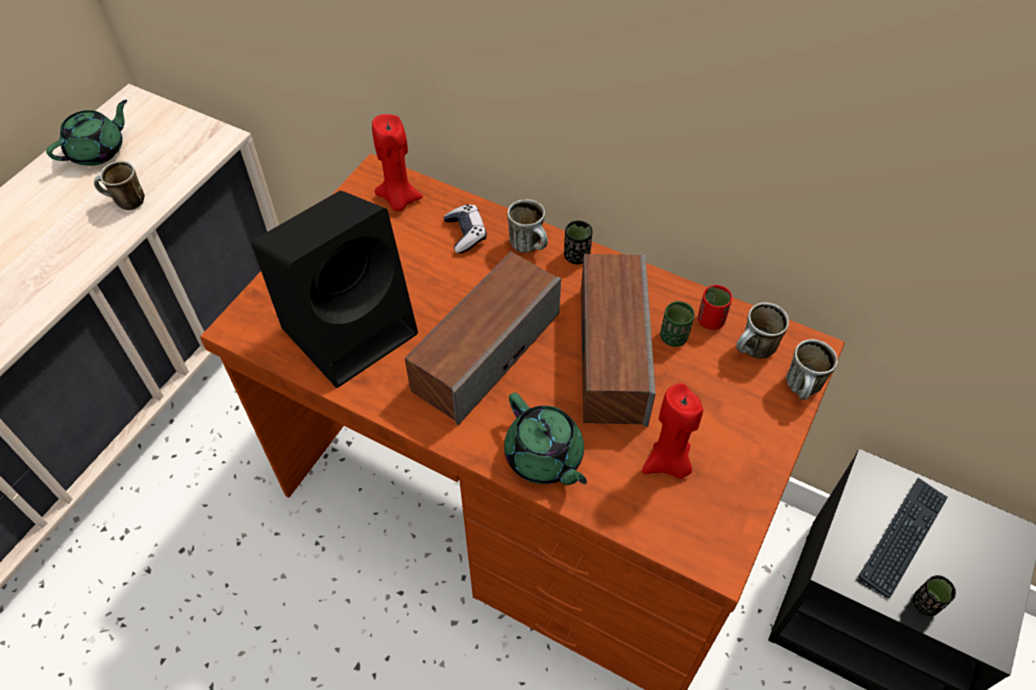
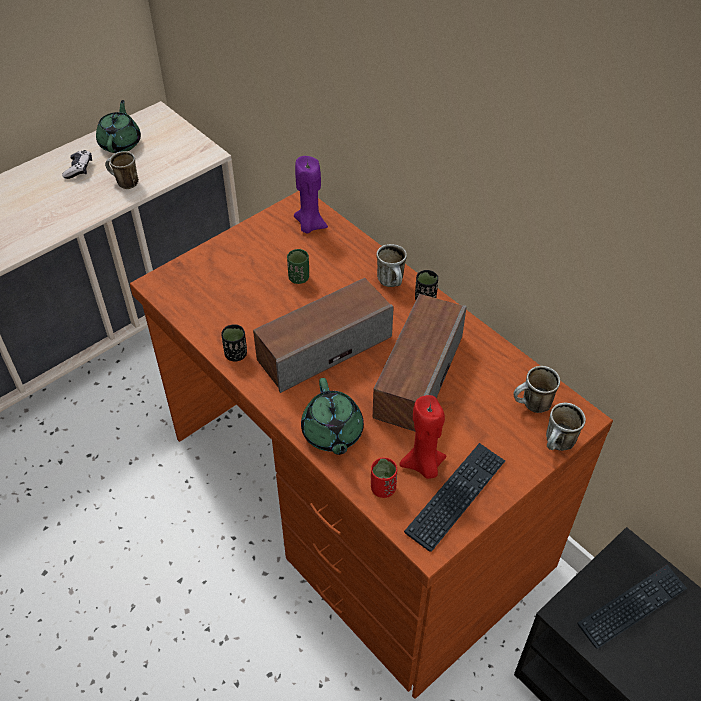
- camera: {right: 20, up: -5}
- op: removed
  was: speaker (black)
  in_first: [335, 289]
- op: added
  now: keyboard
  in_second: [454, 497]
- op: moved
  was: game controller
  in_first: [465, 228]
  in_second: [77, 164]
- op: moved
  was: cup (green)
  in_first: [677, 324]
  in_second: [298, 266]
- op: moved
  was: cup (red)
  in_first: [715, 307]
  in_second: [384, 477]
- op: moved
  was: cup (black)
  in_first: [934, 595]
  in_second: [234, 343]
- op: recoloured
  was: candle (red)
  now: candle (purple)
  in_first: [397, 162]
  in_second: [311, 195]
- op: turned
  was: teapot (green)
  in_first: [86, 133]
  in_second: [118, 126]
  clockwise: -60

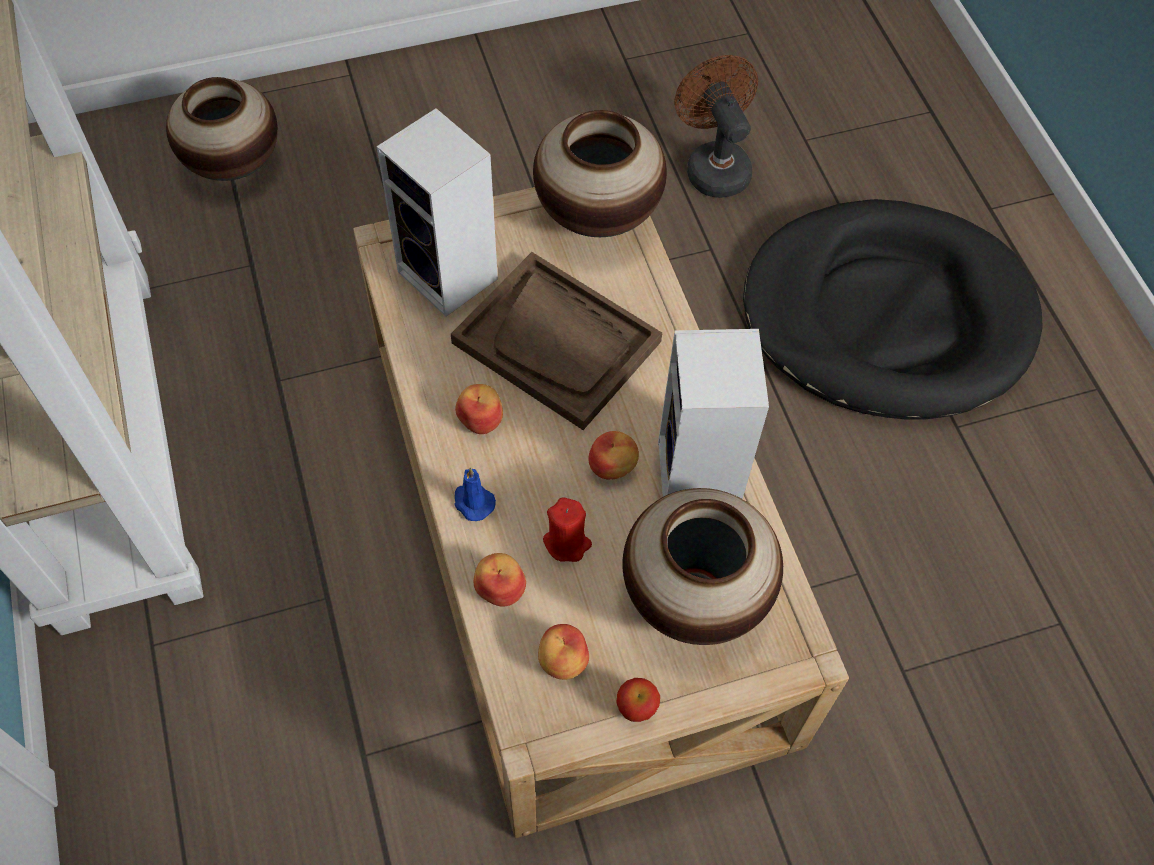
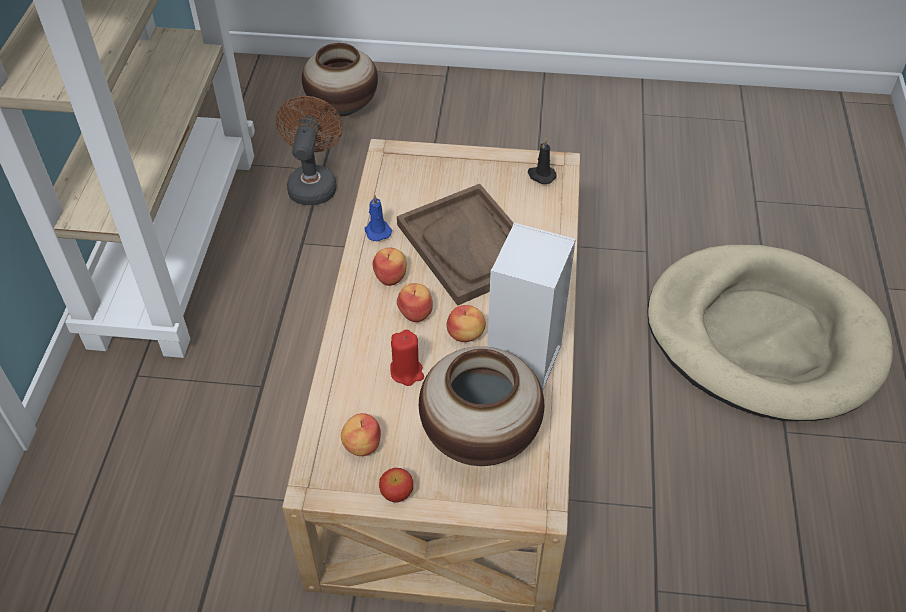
- camera: {right: 25, up: -10}
- op: removed
  was: speaker
  in_first: [437, 212]
- op: moved
  was: candle (blue)
  in_first: [475, 494]
  in_second: [378, 217]
- op: moved
  was: apple
  in_first: [500, 580]
  in_second: [415, 302]
- op: moved
  was: fan (brown)
  in_first: [716, 126]
  in_second: [309, 150]
- op: replaced
  was: vase
  now: candle (black)
  in_first: [600, 173]
  in_second: [542, 161]
- op: recoloured
  was: dog bed (black)
  now: dog bed (beige)
  in_first: [893, 309]
  in_second: [770, 333]

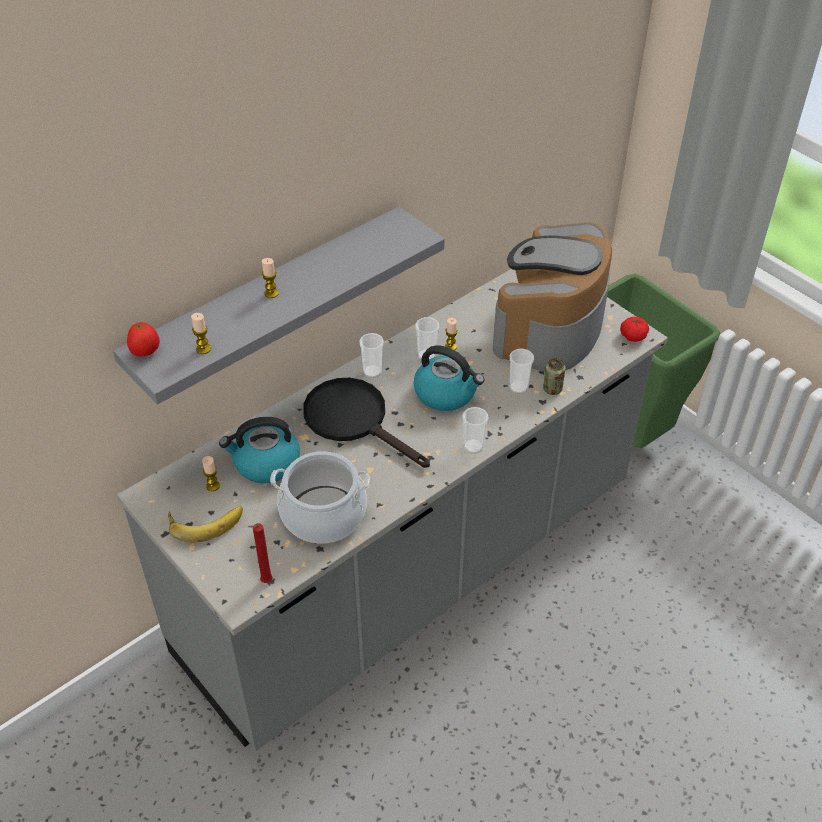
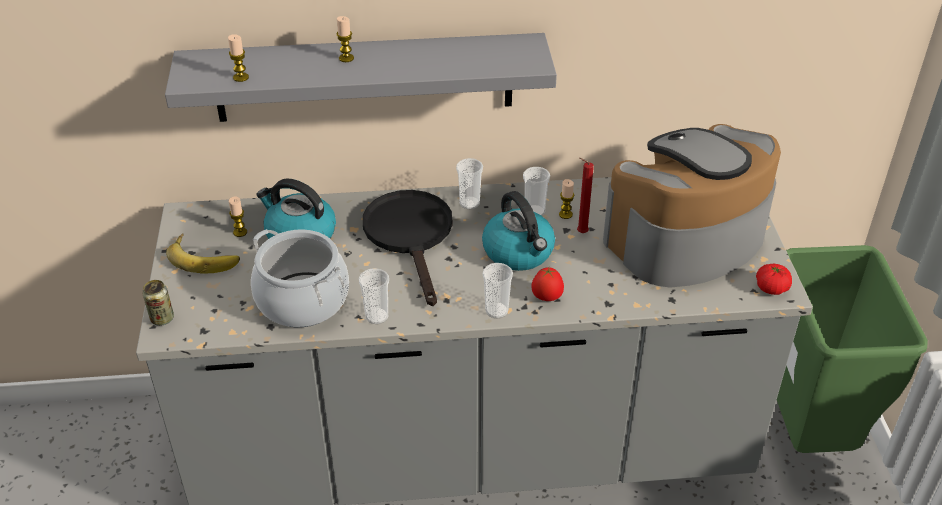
- camera: {right: 35, up: -5}
- op: moved
  was: tomato
  in_first: [143, 339]
  in_second: [547, 284]
- op: moved
  was: candle (red)
  in_first: [260, 553]
  in_second: [585, 195]
- op: moved
  was: cup
  in_first: [522, 371]
  in_second: [374, 296]
- op: moved
  was: can
  in_first: [554, 376]
  in_second: [158, 303]

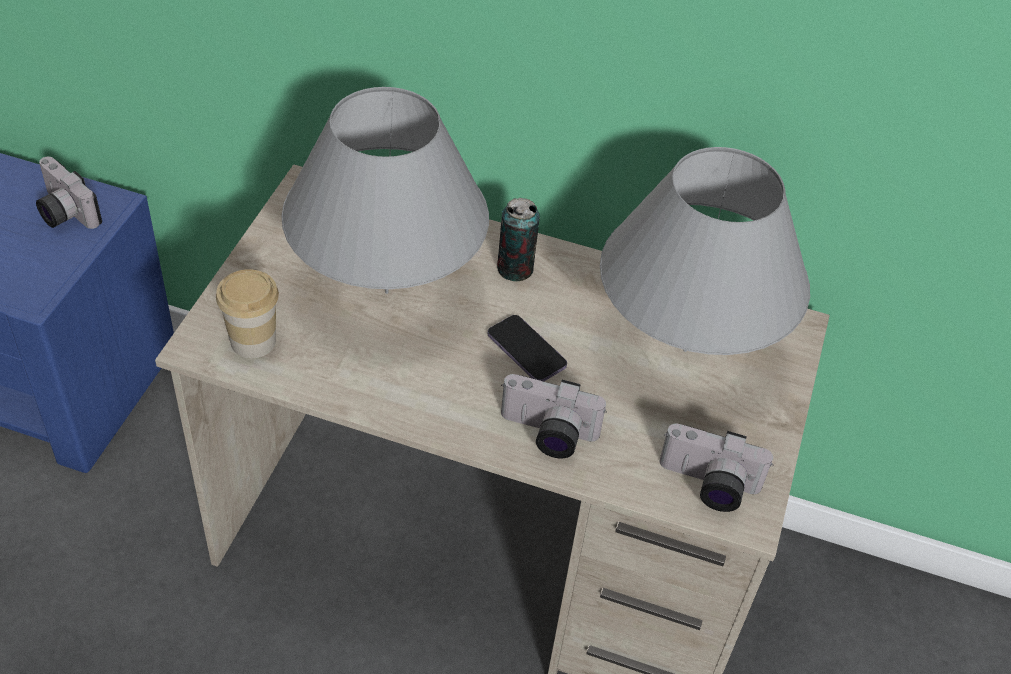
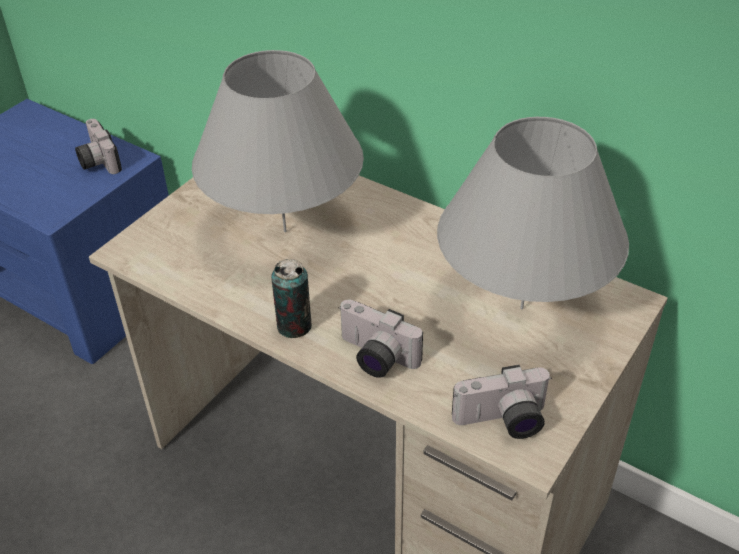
- camera: {right: 20, up: -5}
- op: removed
  was: cup
  in_first: [247, 313]
- op: removed
  was: phone
  in_first: [527, 348]
- op: moved
  was: can
  in_first: [518, 240]
  in_second: [291, 298]
- op: turned
  was: photo camera
  in_first: [717, 467]
  in_second: [502, 402]
  clockwise: -45

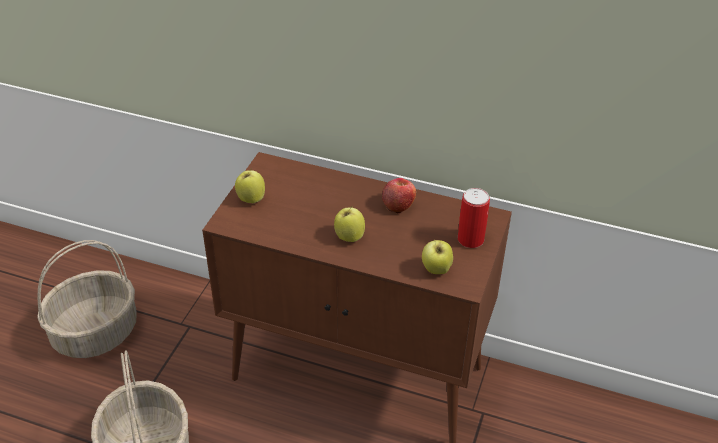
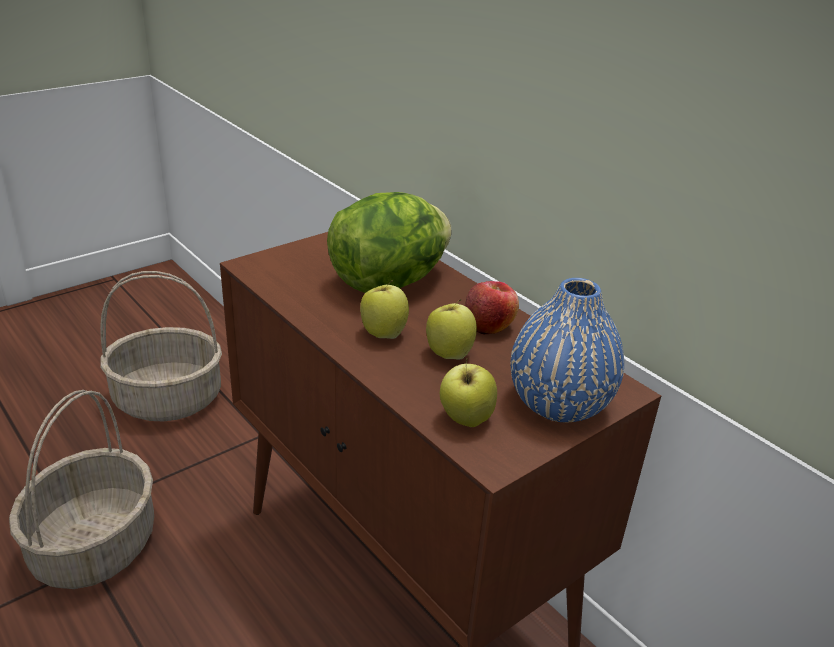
- camera: {right: 30, up: -10}
- op: added
  now: lettuce
  in_second: [389, 242]
- op: moved
  was: apple
  in_first: [250, 185]
  in_second: [451, 329]
- op: replaced
  was: can
  now: vase (blue)
  in_first: [474, 218]
  in_second: [567, 350]

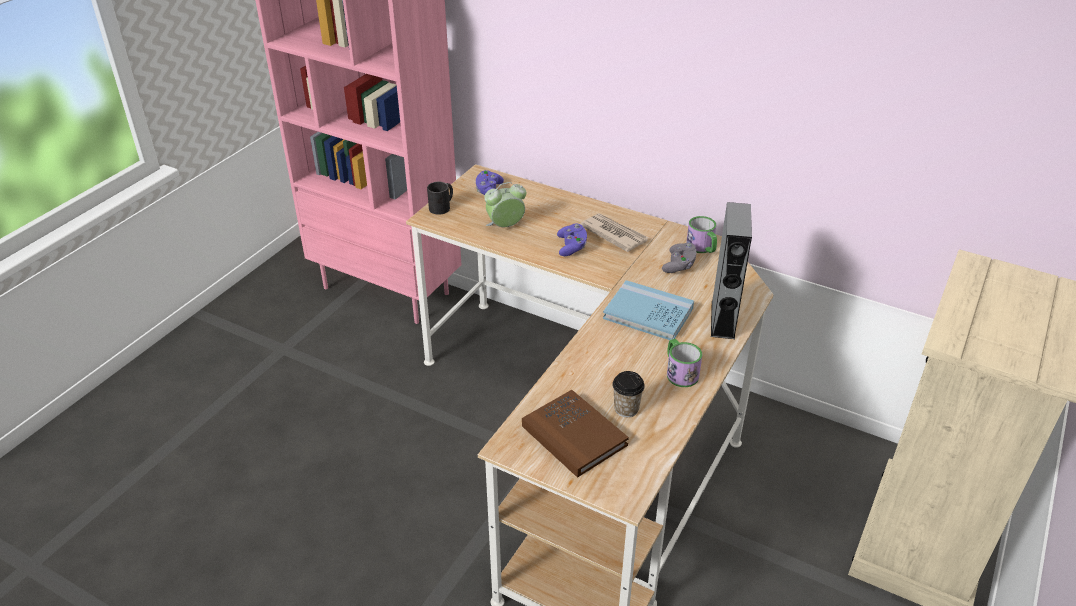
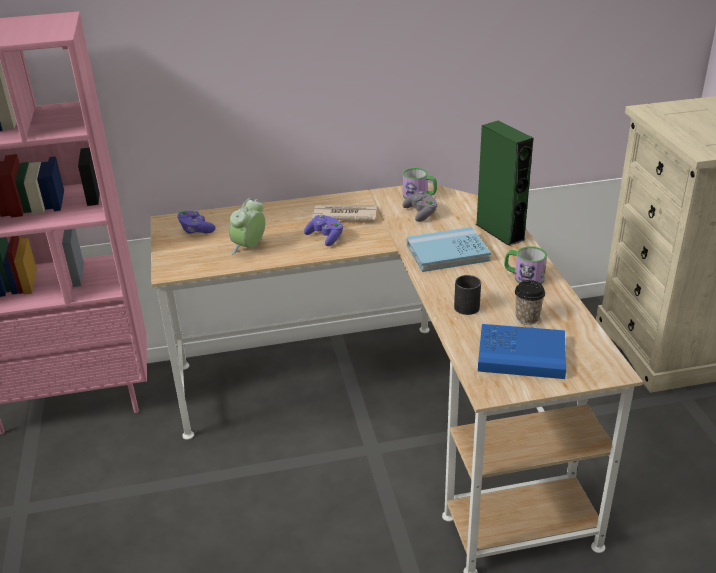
- camera: {right: -40, up: -5}
- op: moved
  was: mug (black)
  in_first: [440, 198]
  in_second: [467, 295]
- op: recoloured
  was: book (brown)
  now: book (blue)
  in_first: [575, 434]
  in_second: [522, 351]
- op: recoloured
  was: speaker (grey)
  now: speaker (green)
  in_first: [731, 270]
  in_second: [504, 183]

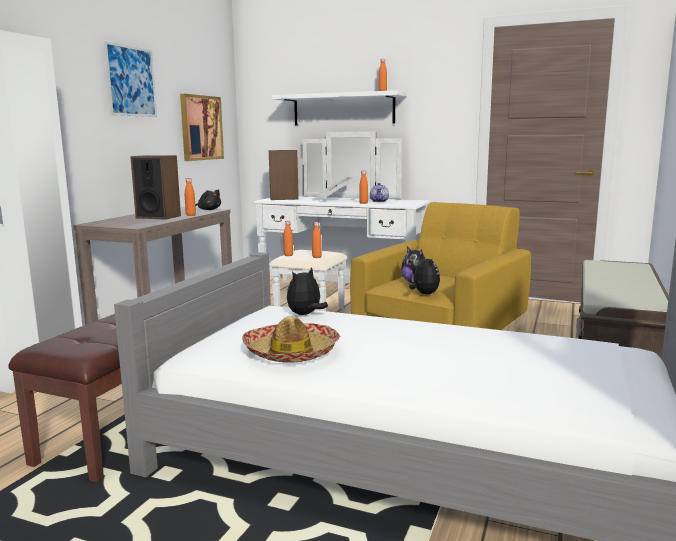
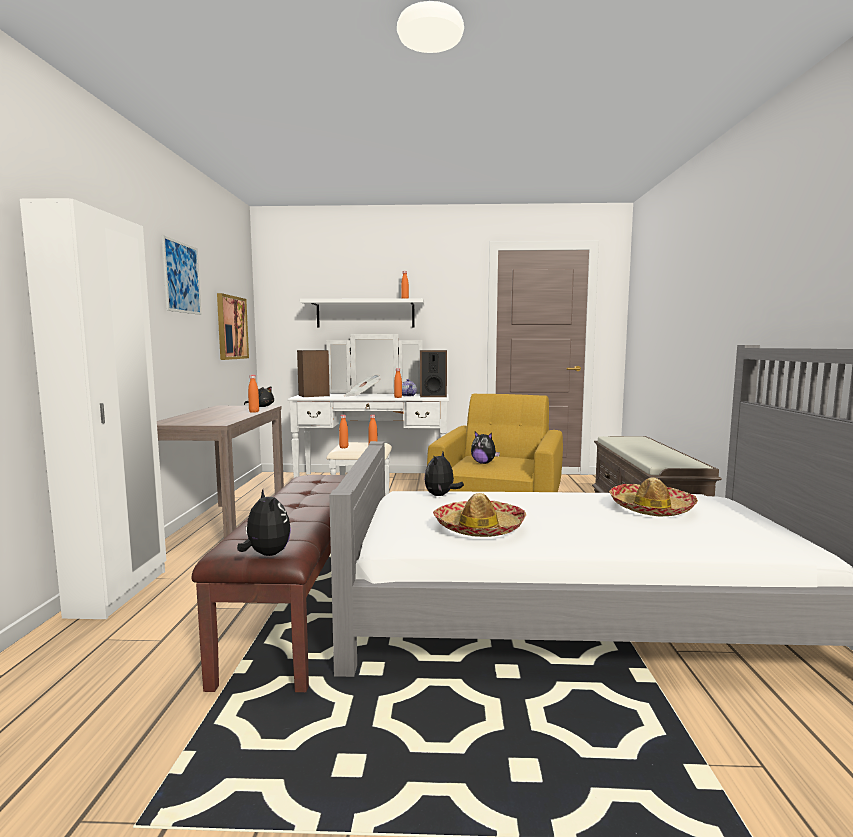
- camera: {right: -20, up: -5}
- op: added
  now: hat
  in_second: [653, 496]
- op: moved
  was: speaker
  in_first: [155, 187]
  in_second: [433, 373]
- op: moved
  was: plush toy
  in_first: [425, 274]
  in_second: [264, 523]

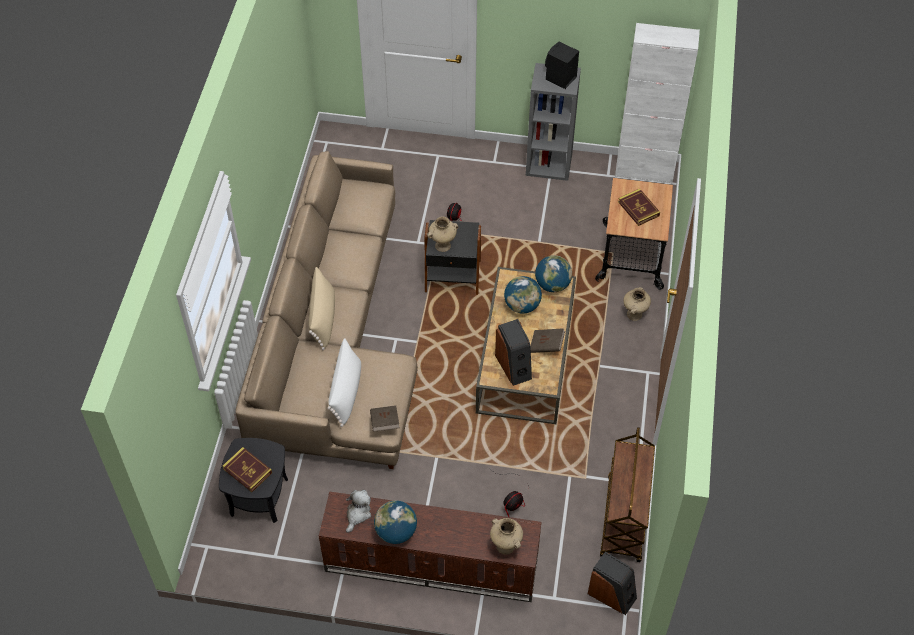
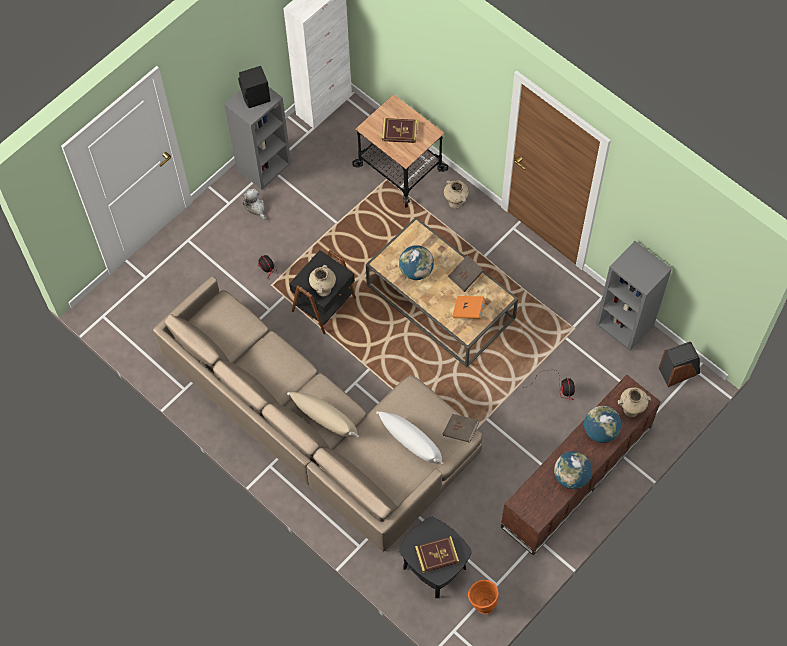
- camera: {right: -55, up: 10}
- op: added
  now: vase (orange)
  in_second: [483, 597]
- op: moved
  was: plush toy
  in_first: [358, 511]
  in_second: [254, 204]
- op: moved
  was: globe
  in_first: [553, 273]
  in_second: [602, 424]
- op: replaced
  was: speaker
  now: book (orange)
  in_first: [513, 352]
  in_second: [469, 307]
- op: replaced
  was: cart (brown)
  now: bookcase (grey)
  in_first: [627, 494]
  in_second: [634, 296]

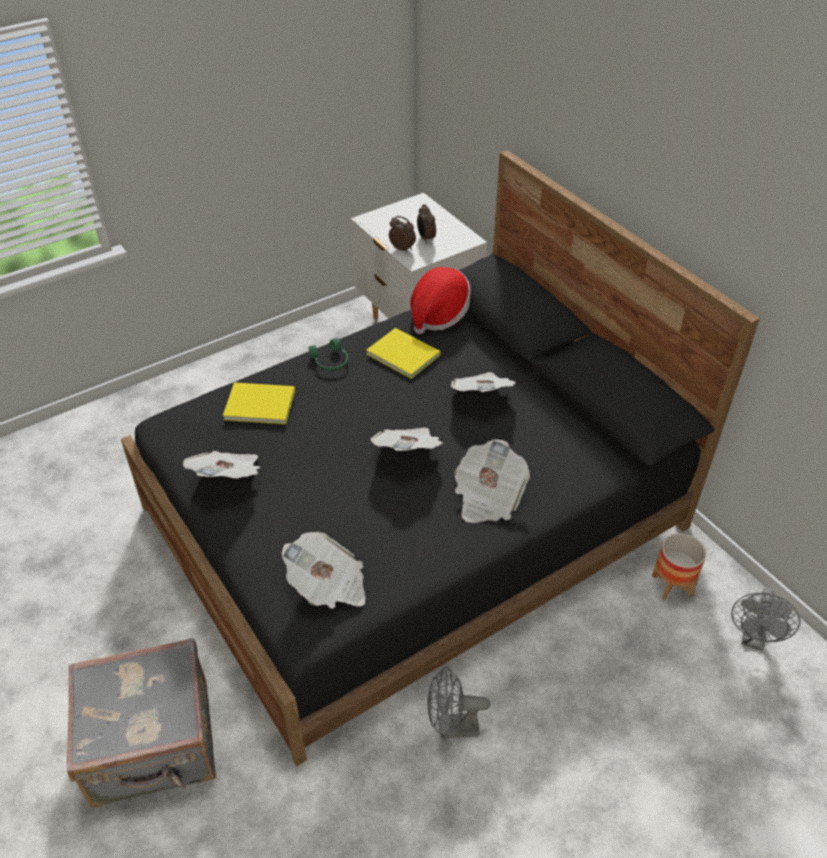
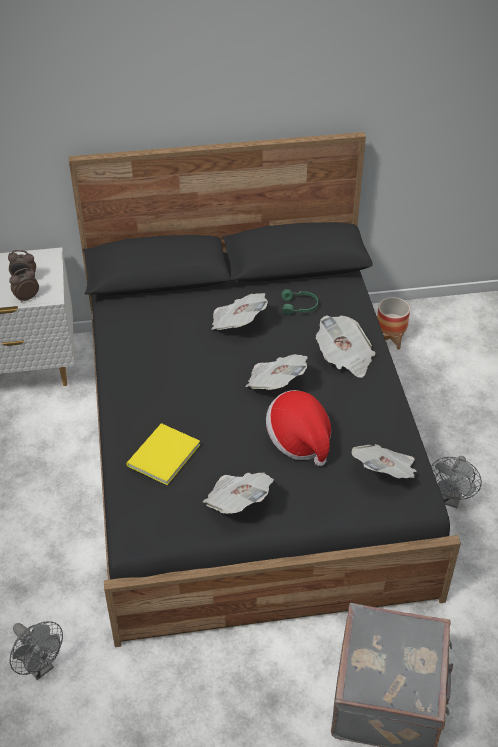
- camera: {right: -65, up: 0}
- op: removed
  was: book (yellow)
  in_first: [403, 353]
- op: moved
  was: headphones (green)
  in_first: [328, 354]
  in_second: [299, 302]
- op: moved
  was: hat
  in_first: [440, 300]
  in_second: [298, 428]
- op: moved
  was: fan (grey)
  in_first: [765, 619]
  in_second: [36, 650]

